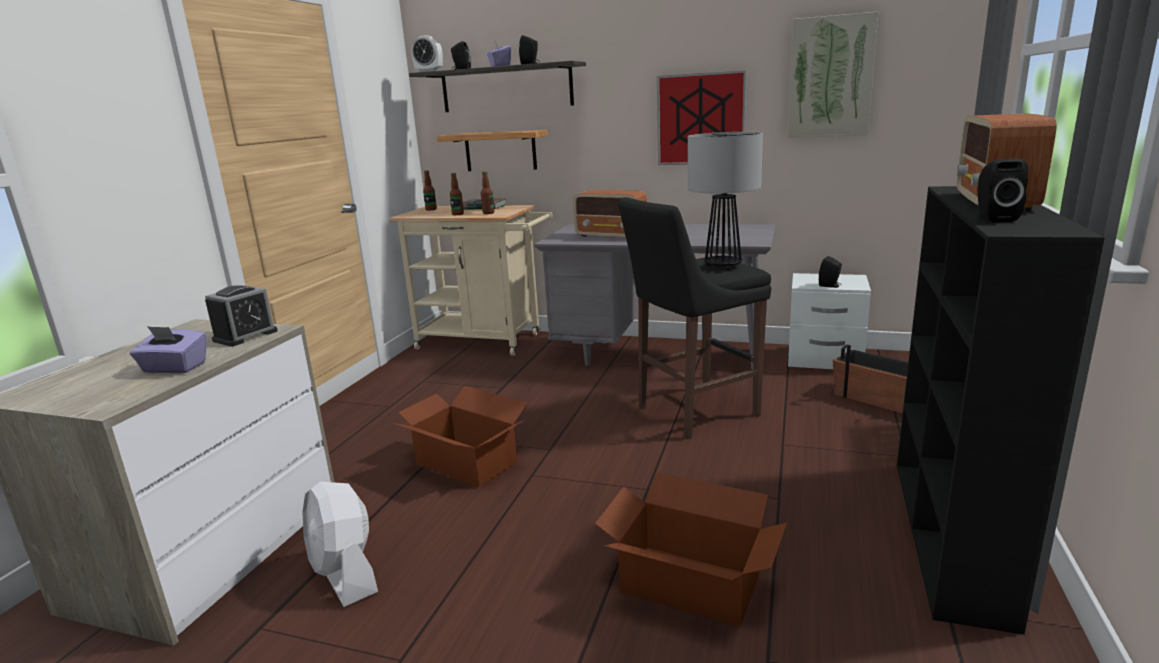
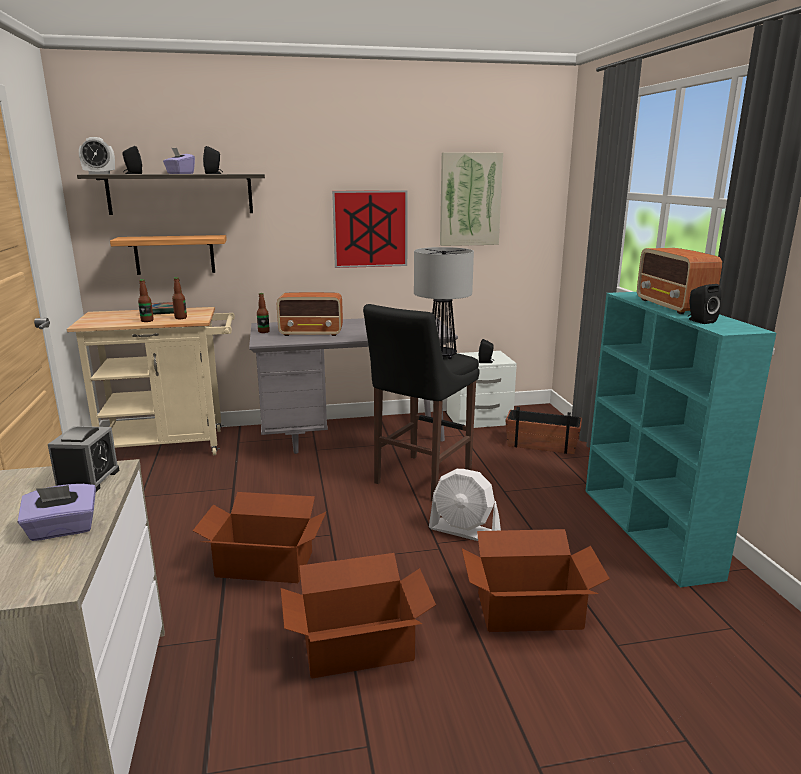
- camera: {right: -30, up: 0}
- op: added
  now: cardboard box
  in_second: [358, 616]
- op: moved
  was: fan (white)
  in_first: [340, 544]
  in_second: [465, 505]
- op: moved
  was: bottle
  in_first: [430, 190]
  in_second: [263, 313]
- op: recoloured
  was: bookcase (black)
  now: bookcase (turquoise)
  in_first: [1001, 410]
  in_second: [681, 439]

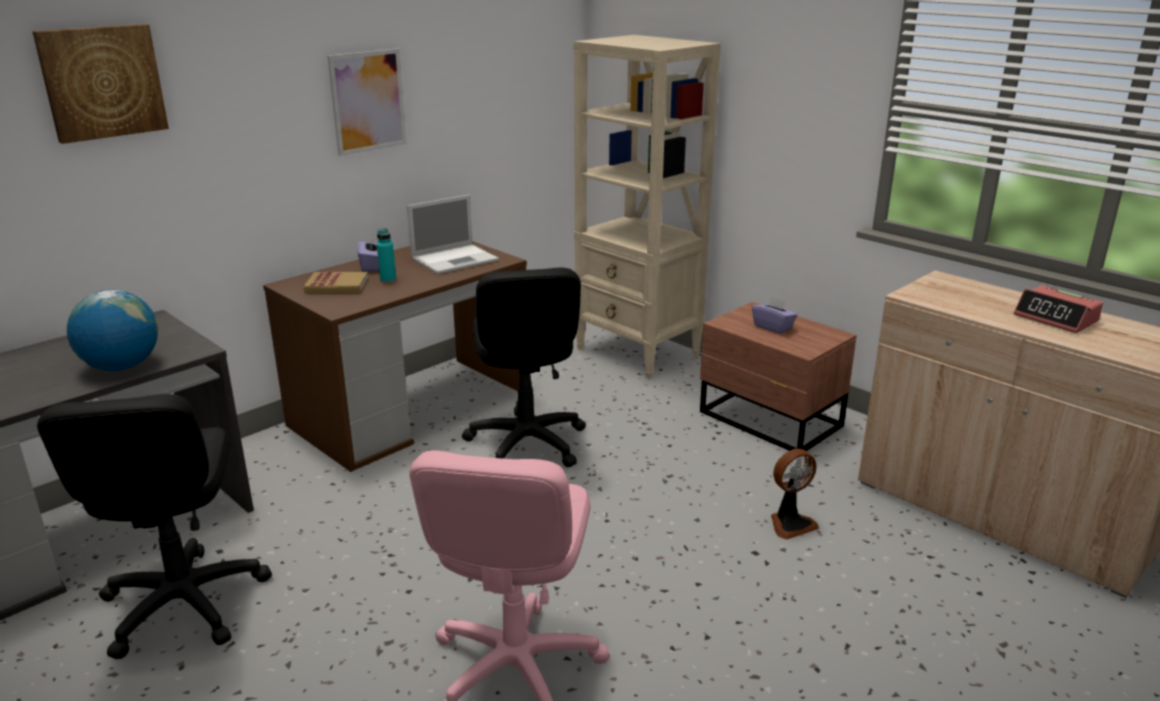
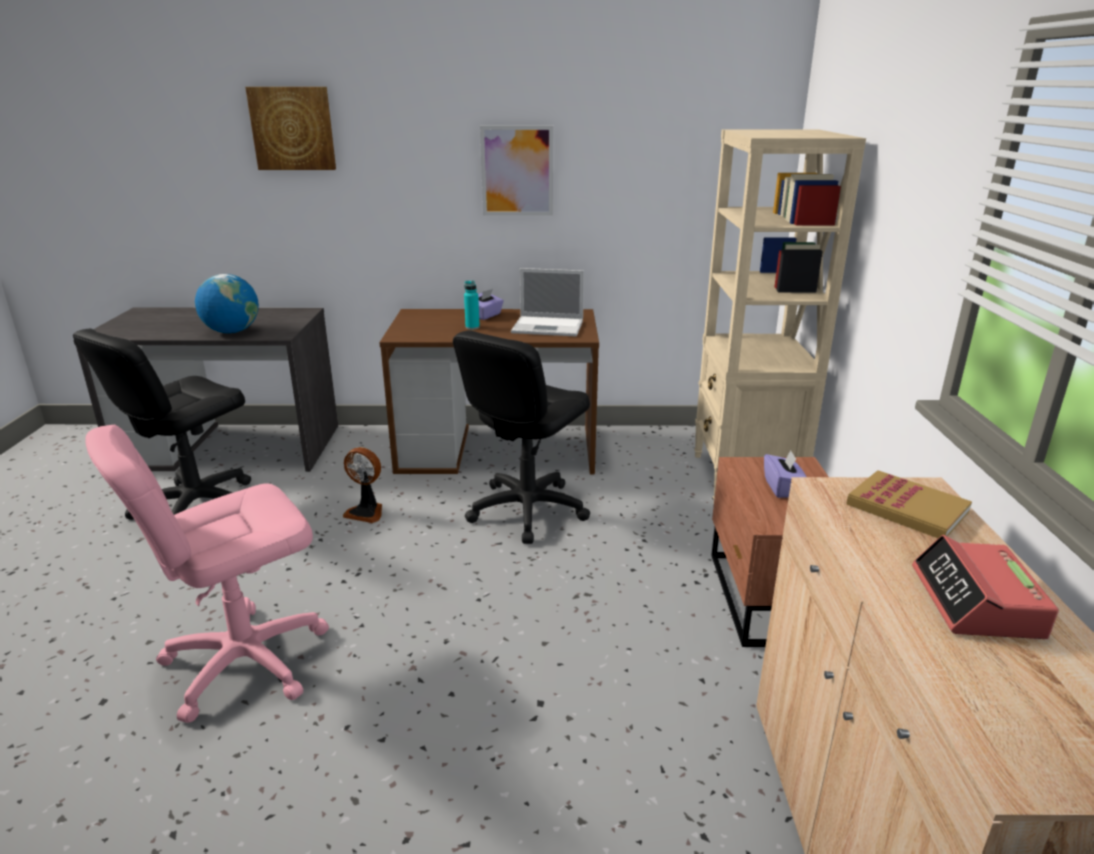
- camera: {right: 45, up: 0}
- op: moved
  was: book
  in_first: [336, 282]
  in_second: [909, 504]
- op: moved
  was: fan
  in_first: [795, 494]
  in_second: [362, 485]

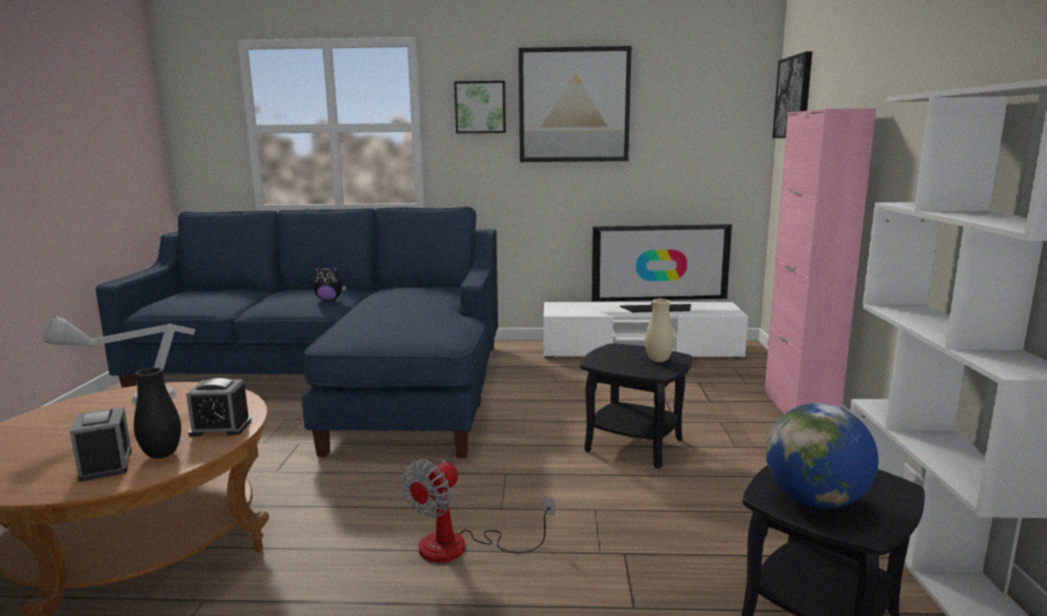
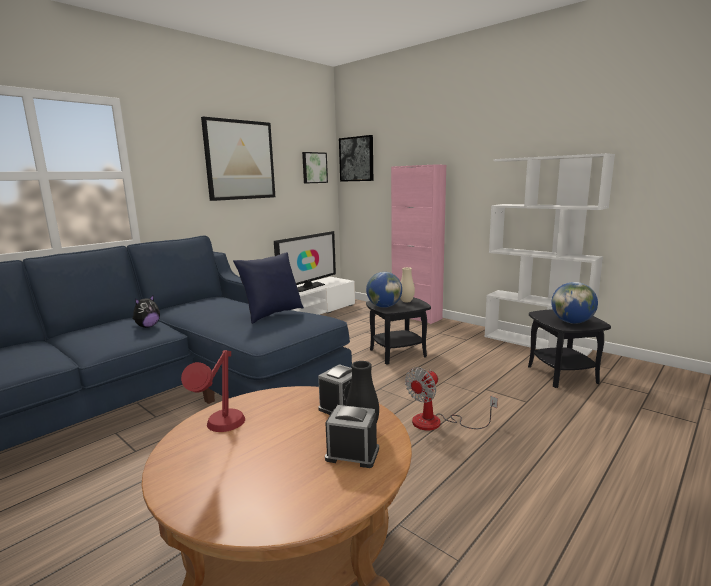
- camera: {right: -50, up: 0}
- op: added
  now: pillow (blue)
  in_second: [268, 288]
- op: added
  now: globe
  in_second: [384, 290]
- op: moved
  was: picture
  in_first: [480, 107]
  in_second: [315, 168]
- op: recoloured
  was: table lamp (grey)
  now: table lamp (red)
  in_first: [119, 360]
  in_second: [213, 391]
- op: turned
  was: fan
  in_first: [478, 511]
  in_second: [451, 398]
  clockwise: 60

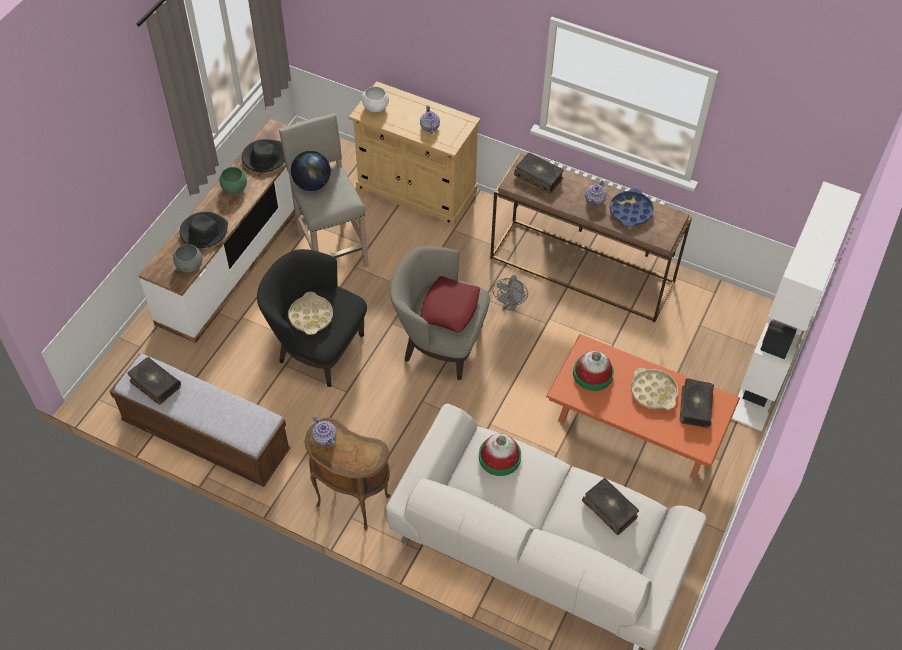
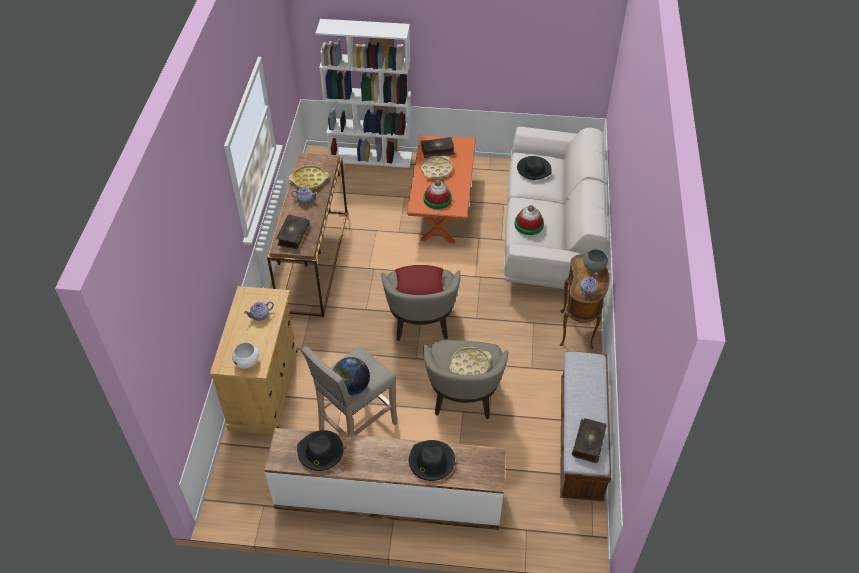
- camera: {right: -110, up: -5}
- op: removed
  was: bowl (green)
  in_first: [233, 180]
- op: removed
  was: fan (grey)
  in_first: [510, 293]
- op: moved
  was: bowl (grey)
  in_first: [188, 258]
  in_second: [595, 260]
- op: replaced
  was: book
  now: hat (black)
  in_first: [610, 506]
  in_second: [534, 168]
- op: recoloured
  was: armchair (black)
  now: armchair (beige)
  in_first: [312, 318]
  in_second: [465, 379]
- op: recoloured
  was: tray (blue)
  now: tray (yellow)
  in_first: [631, 207]
  in_second: [309, 177]

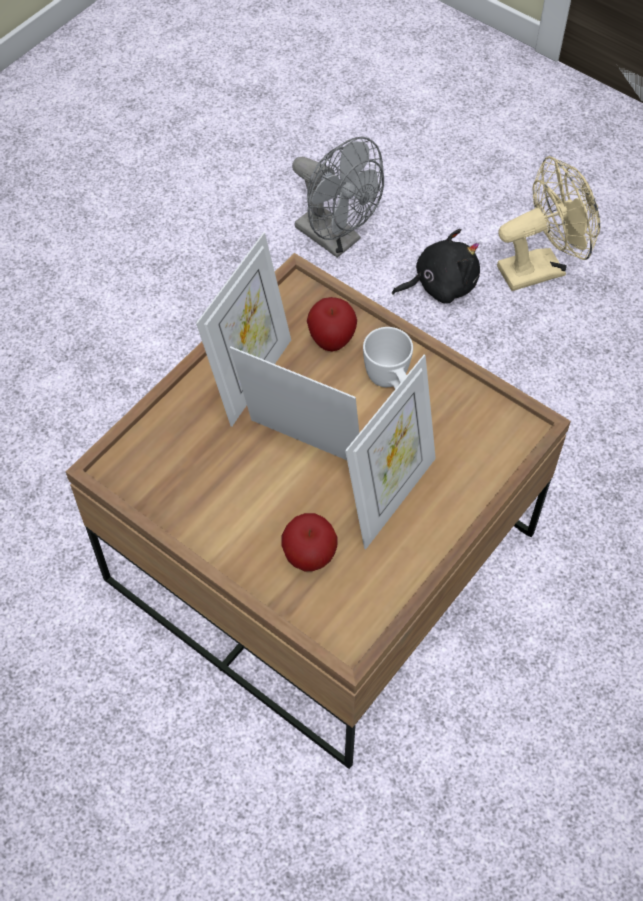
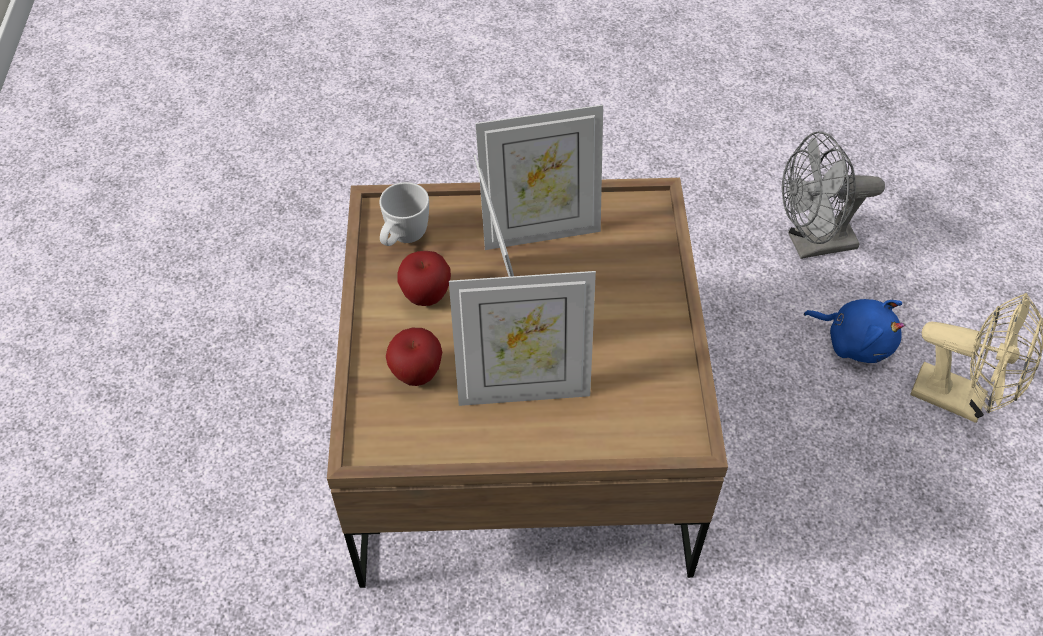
- camera: {right: 50, up: -5}
- op: moved
  was: apple
  in_first: [332, 324]
  in_second: [424, 278]
- op: moved
  was: mug (white)
  in_first: [388, 358]
  in_second: [404, 214]
- op: recoloured
  was: plush toy (black)
  now: plush toy (blue)
  in_first: [436, 266]
  in_second: [854, 331]
- op: turned
  was: fan (grey)
  in_first: [338, 197]
  in_second: [833, 195]
  clockwise: 75

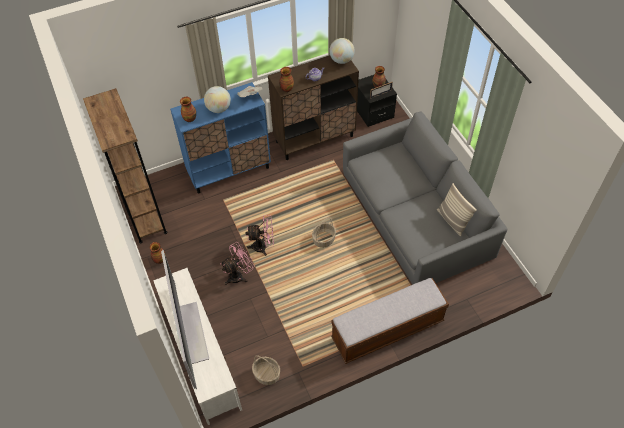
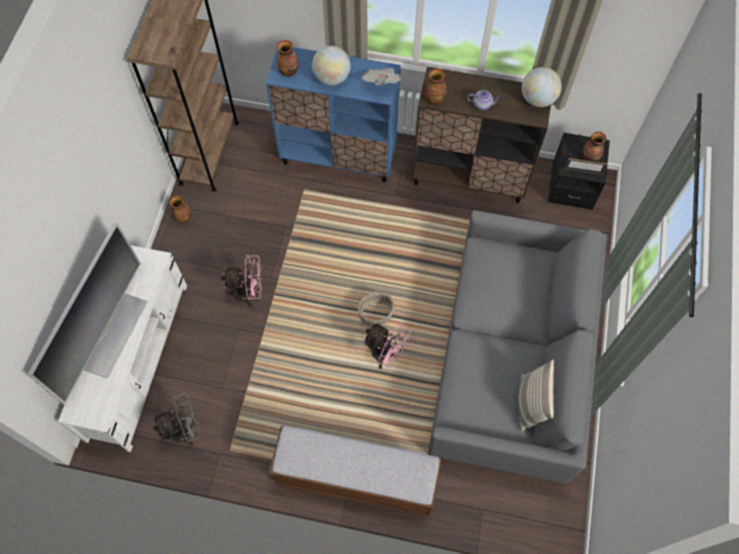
- camera: {right: 35, up: 10}
- op: moved
  was: fan (pink)
  in_first: [259, 235]
  in_second: [387, 346]
- op: replaced
  was: basket
  now: fan (grey)
  in_first: [266, 370]
  in_second: [177, 419]

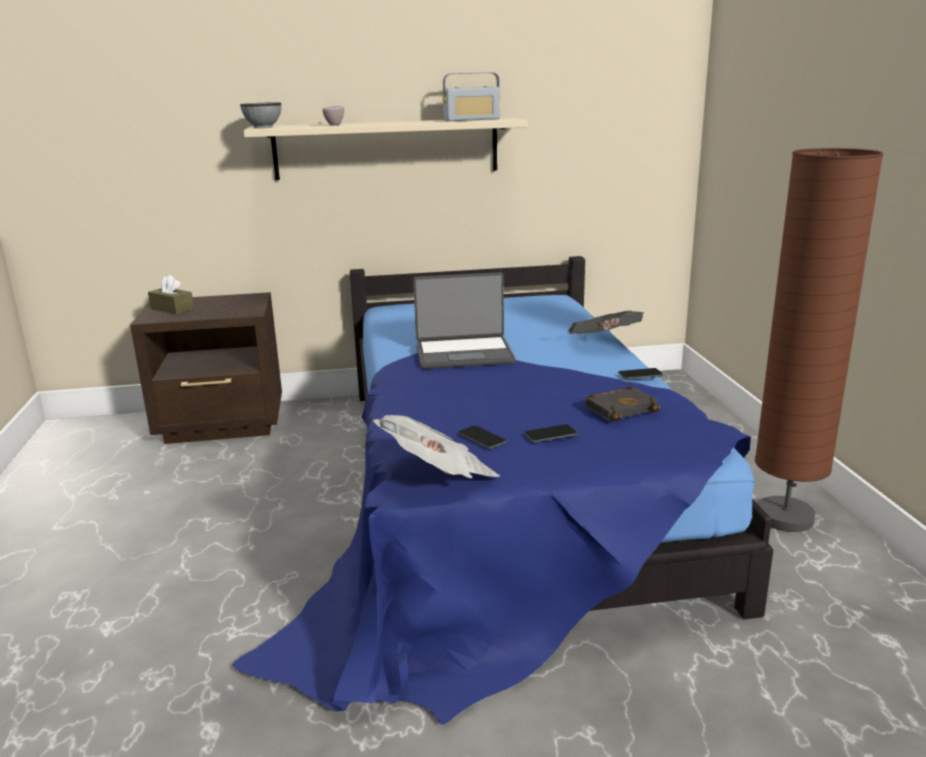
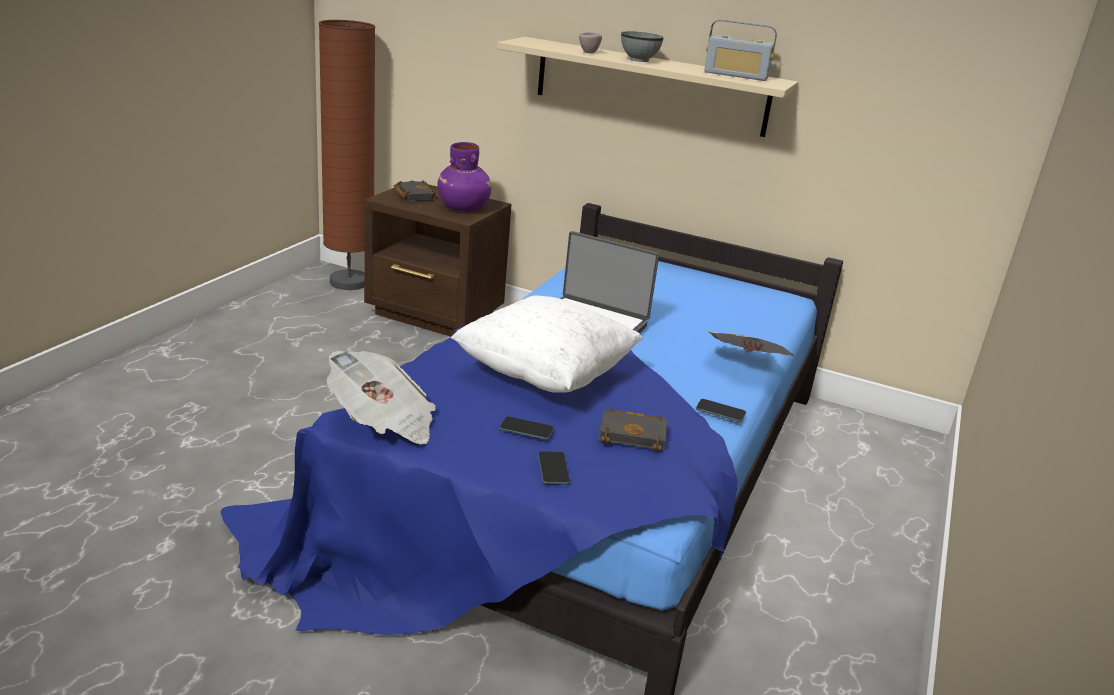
- camera: {right: 30, up: 5}
- op: added
  now: vase (purple)
  in_second: [464, 176]
- op: added
  now: pillow (white)
  in_second: [547, 344]
- op: moved
  was: bowl (grey)
  in_first: [260, 115]
  in_second: [642, 46]
- op: moved
  was: phone
  in_first: [482, 437]
  in_second: [554, 467]
- op: moved
  was: floor lamp (brown)
  in_first: [819, 340]
  in_second: [347, 155]
- op: replaced
  was: tissue box (brown)
  now: book (black)
  in_first: [171, 294]
  in_second: [416, 190]

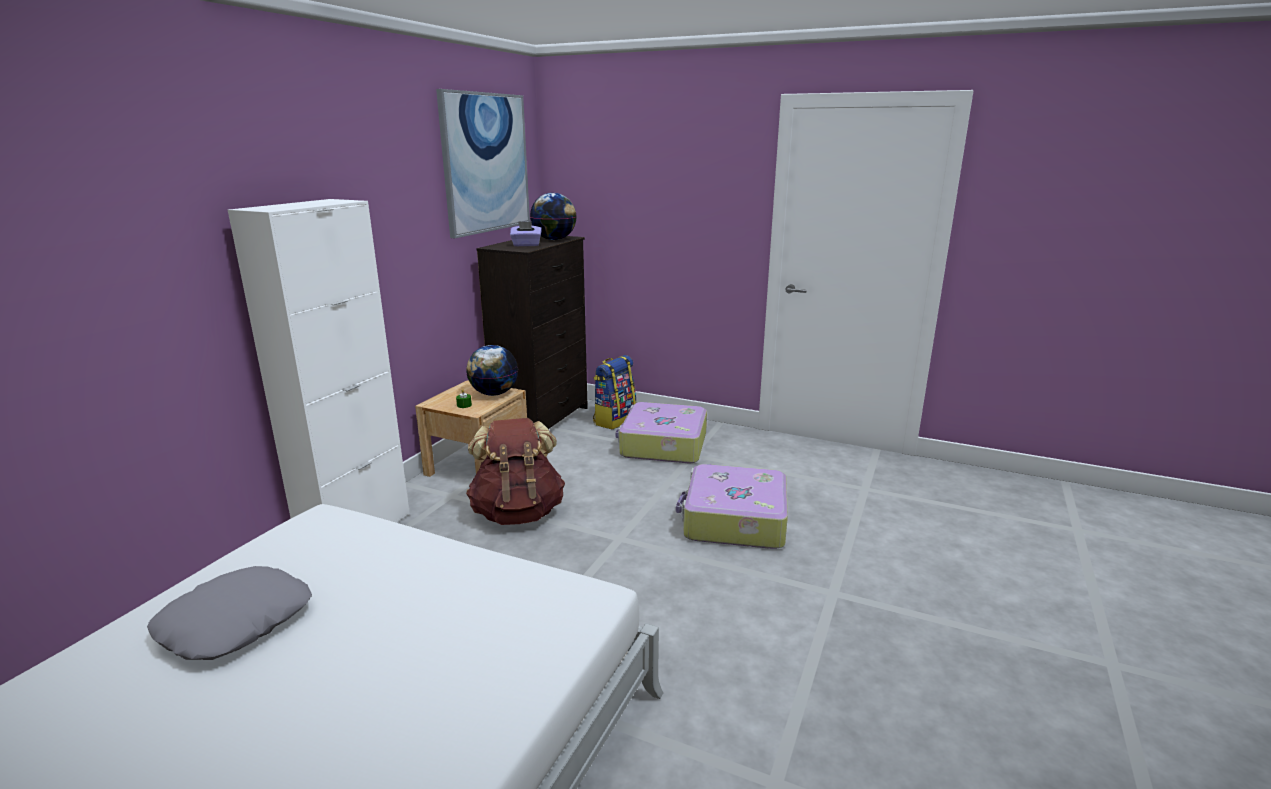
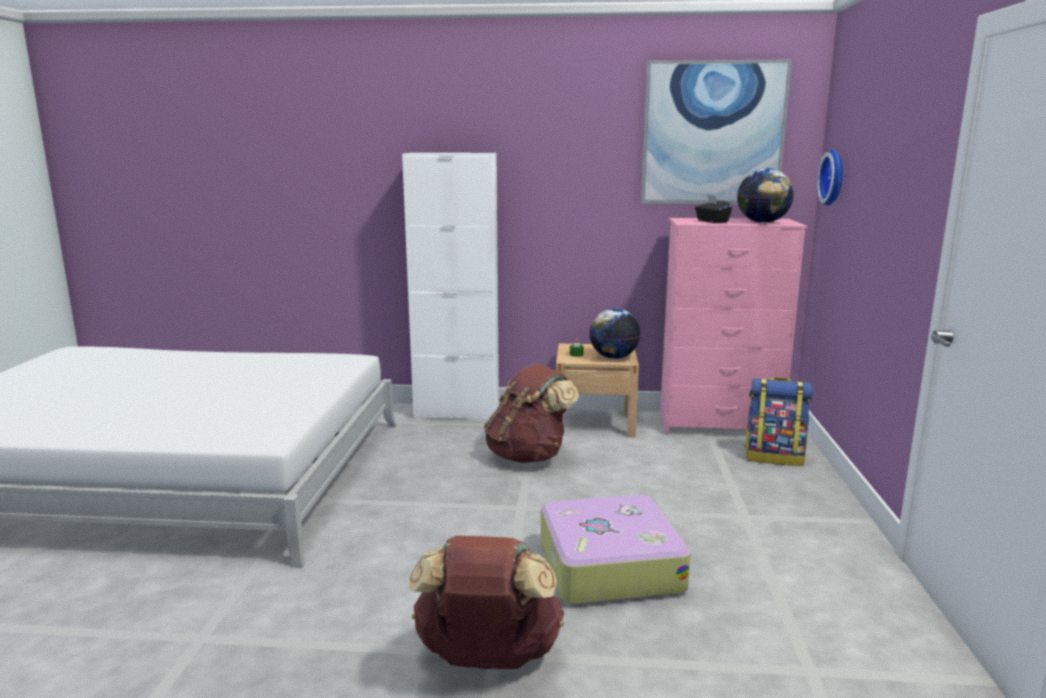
- camera: {right: 70, up: -5}
- op: removed
  was: pillow (grey)
  in_first: [229, 613]
- op: removed
  was: suitcase
  in_first: [661, 432]
- op: added
  now: backpack (brown)
  in_second: [486, 602]
- op: added
  now: wall clock
  in_second: [830, 178]
- op: recoloured
  was: dresser (black)
  now: dresser (pink)
  in_first: [532, 332]
  in_second: [733, 326]
- op: recoloured
  was: tissue box (purple)
  now: tissue box (black)
  in_first: [526, 233]
  in_second: [713, 209]

